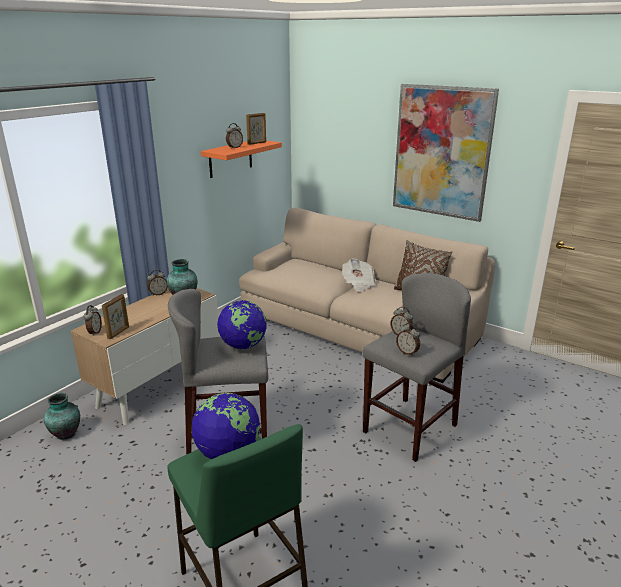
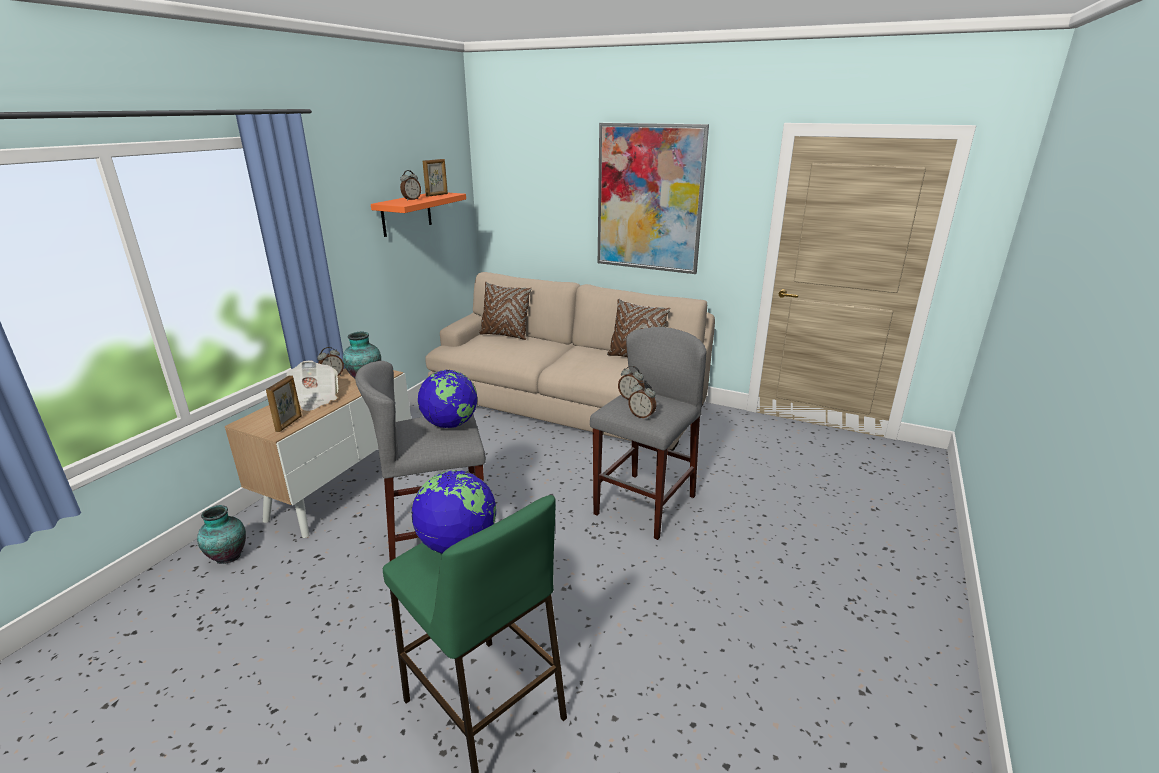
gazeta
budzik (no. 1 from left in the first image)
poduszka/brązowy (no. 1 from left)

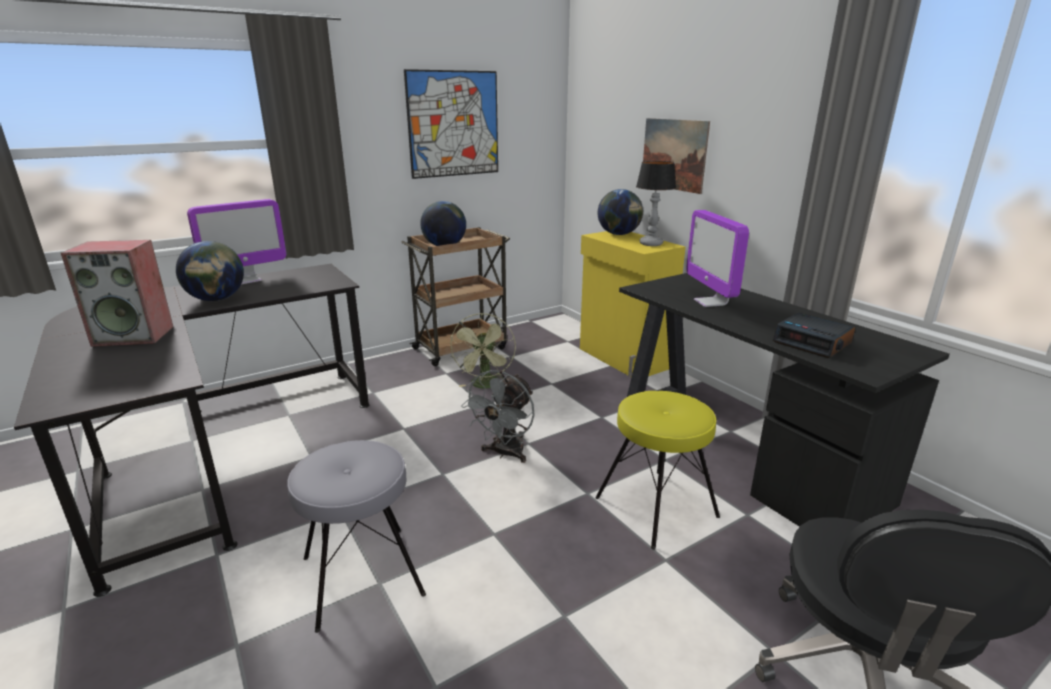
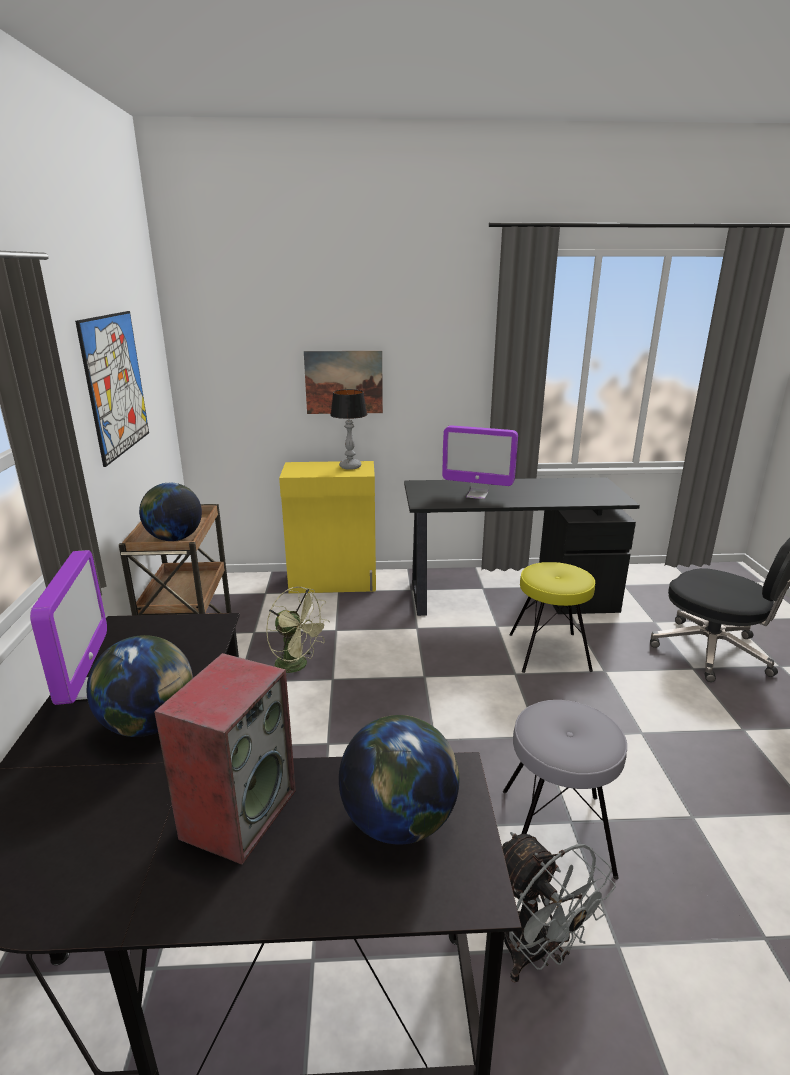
globus (no. 3 from left)
budzik
wentylator/szary

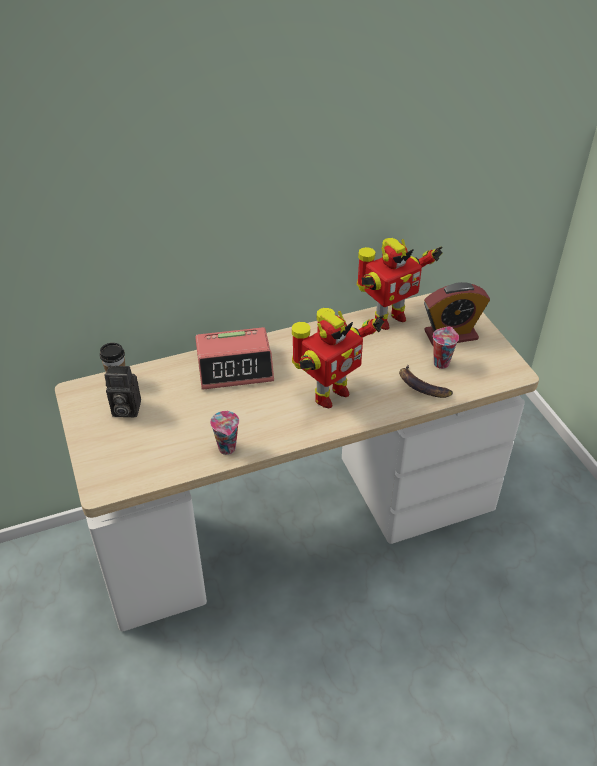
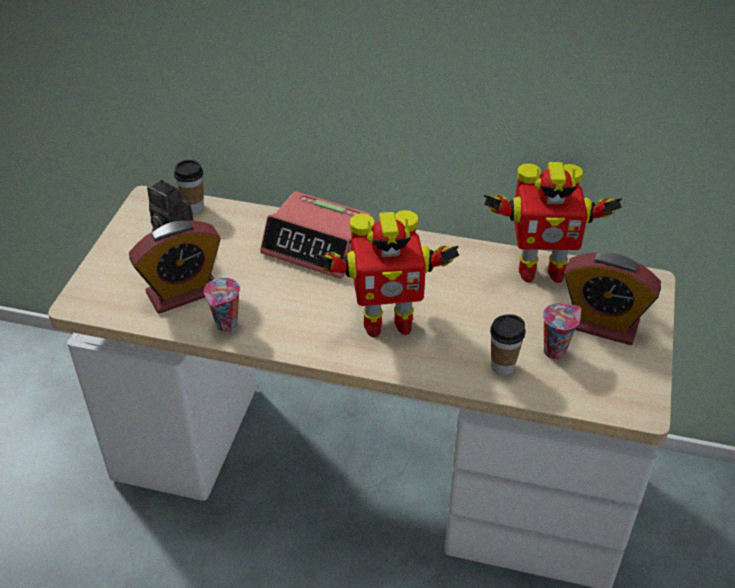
filiżanka (no. 3 from left)
budzik (no. 1 from left)

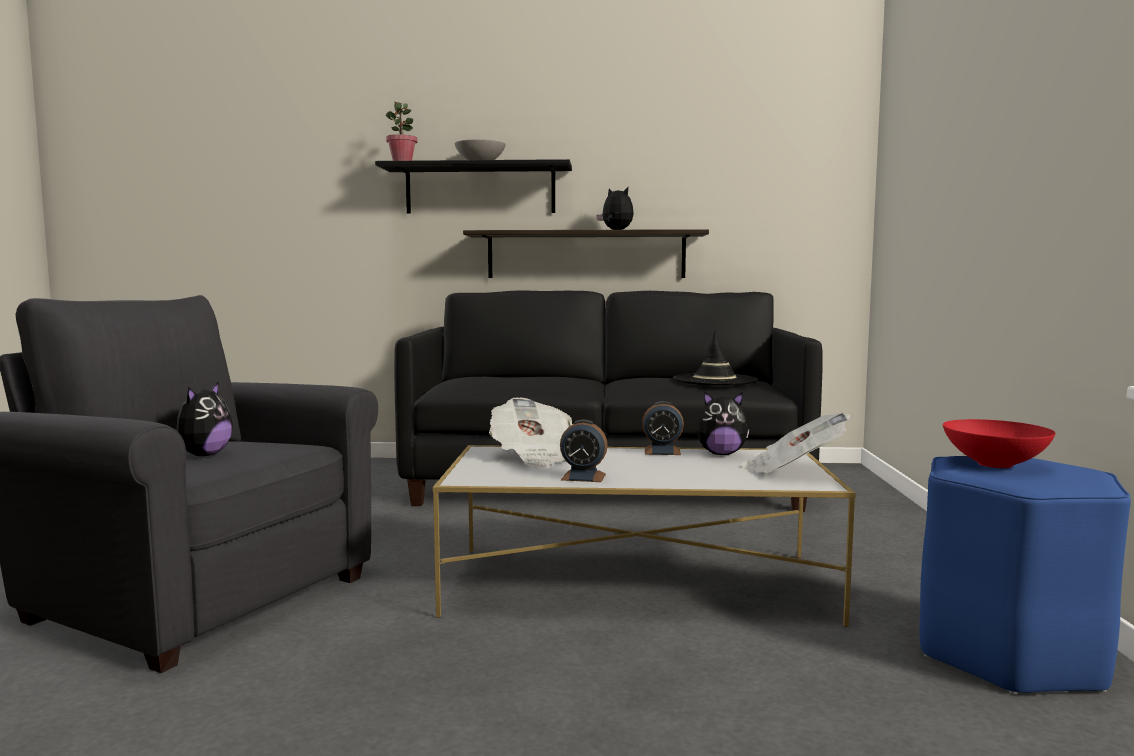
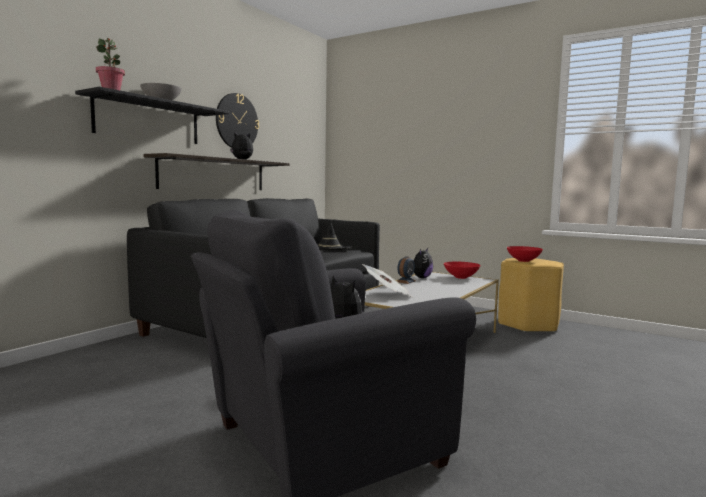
miska/czerwony (no. 1 from left)
budzik (no. 1 from left in the first image)
stołek/żółty
zegar ścienny

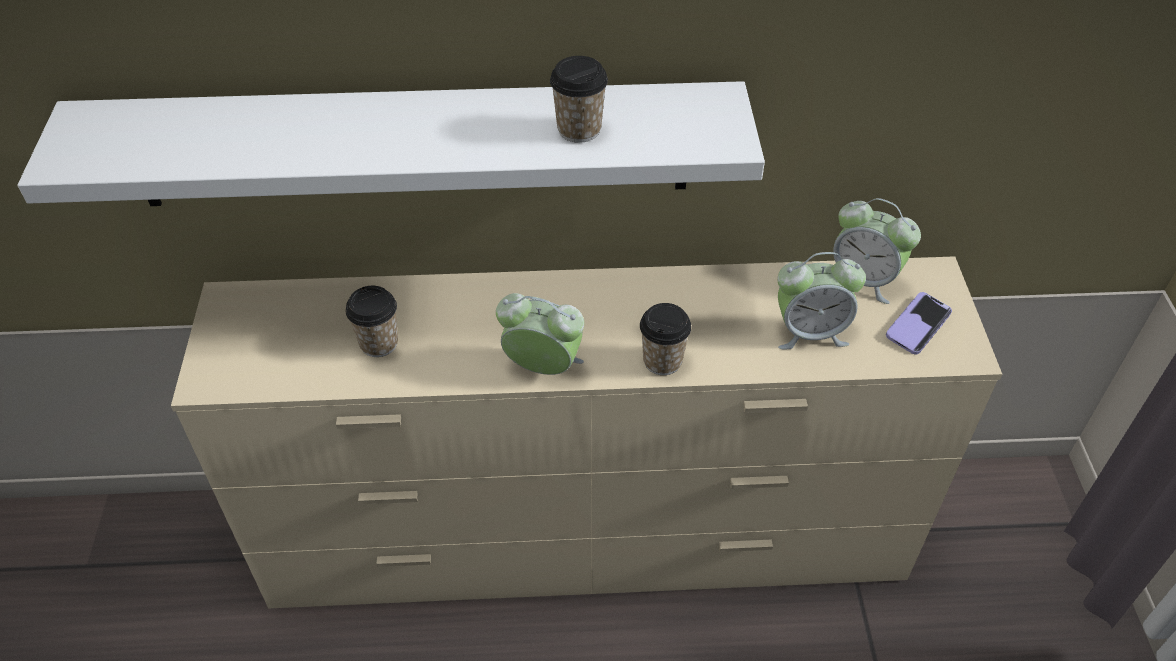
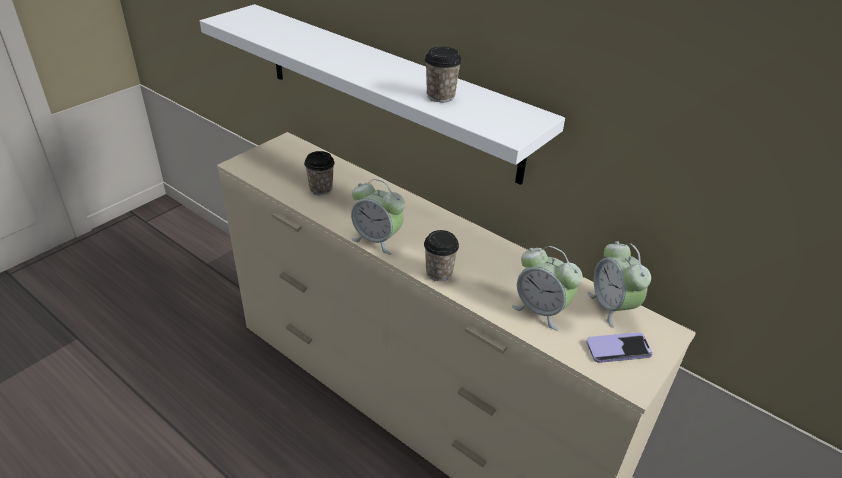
budzik (no. 1 from left)

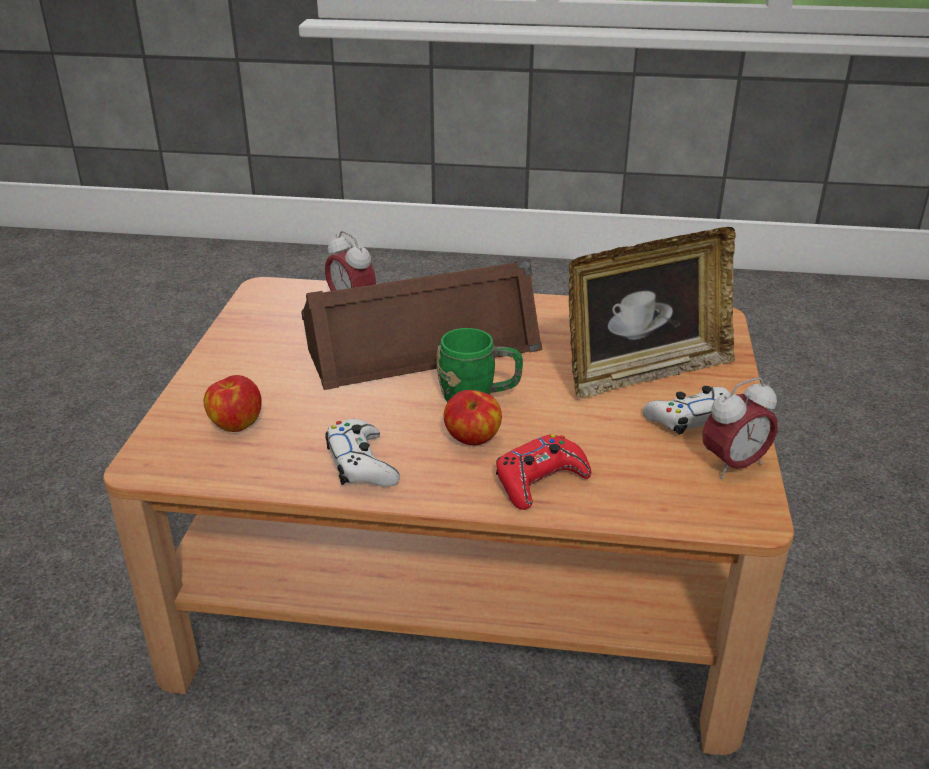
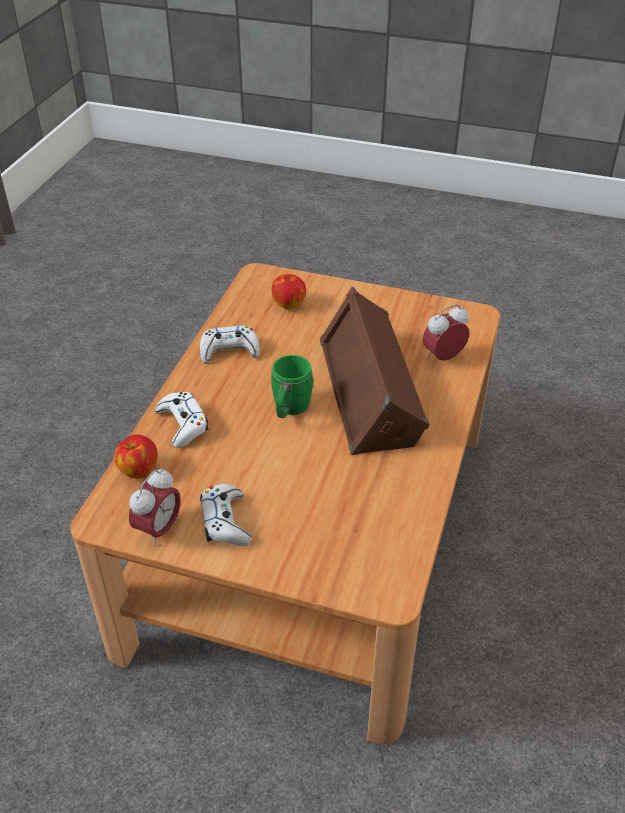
ramka na zdjęcie
budzik (no. 1 from left)
jabłko (no. 1 from left)
pad do gier/biały (no. 1 from left)

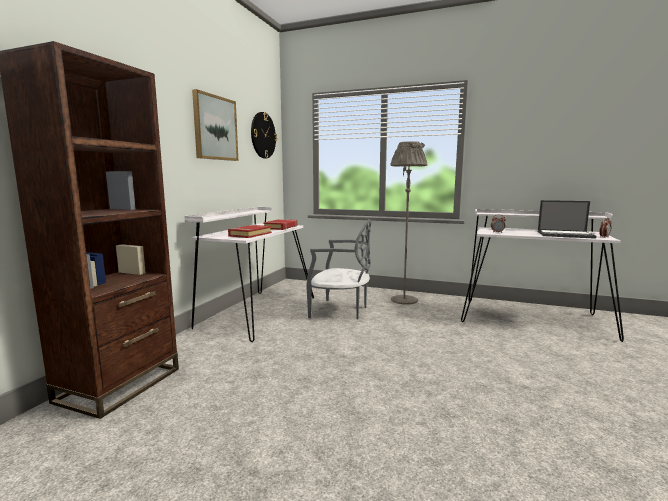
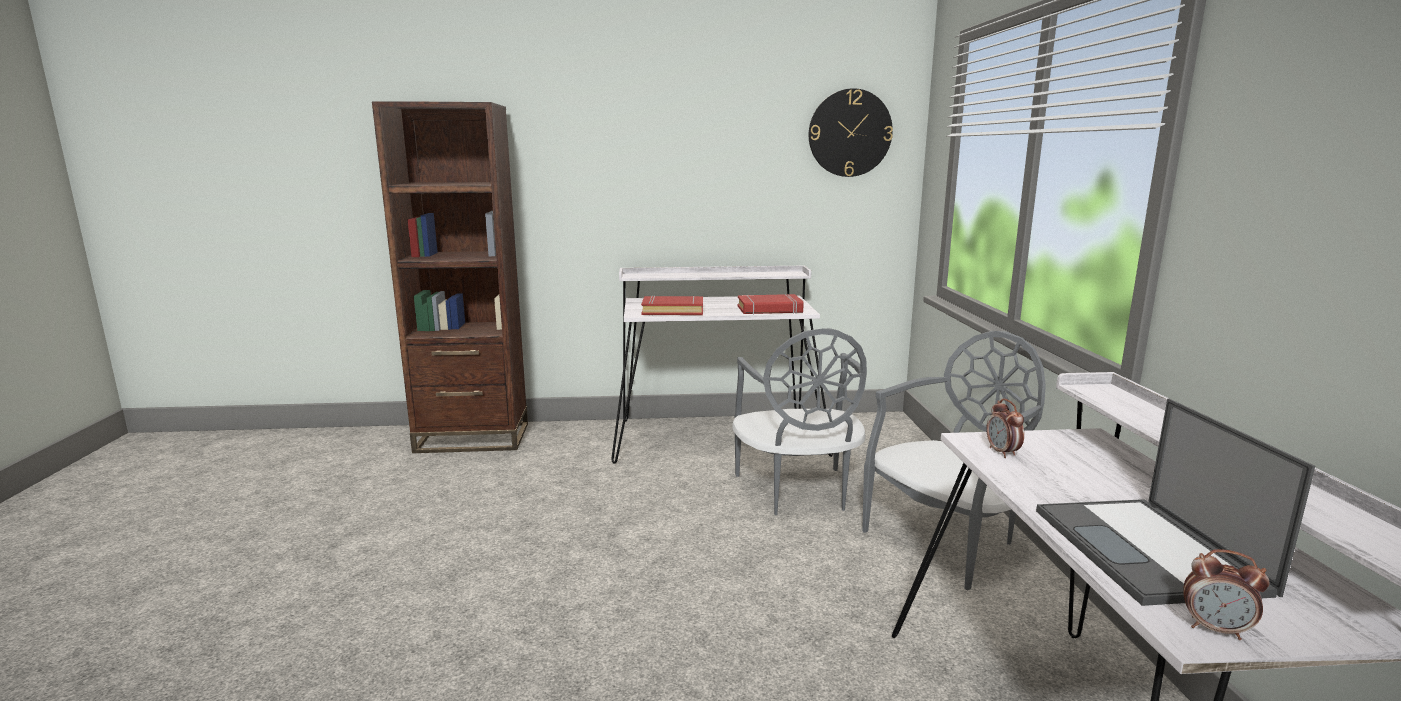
obraz
krzesło/szary (no. 2 from left)

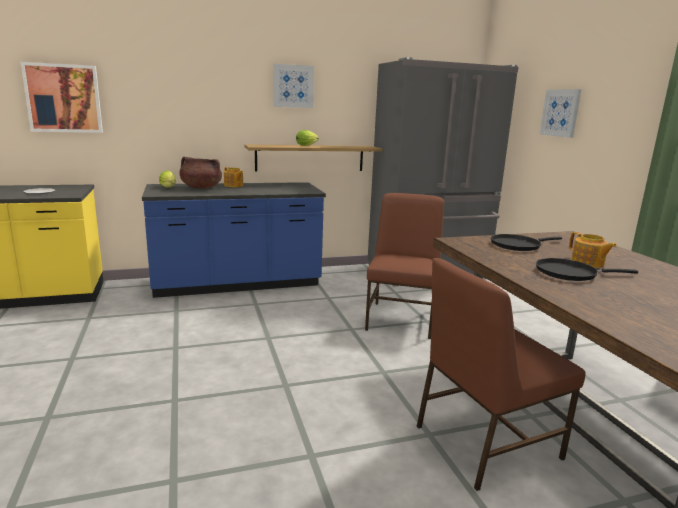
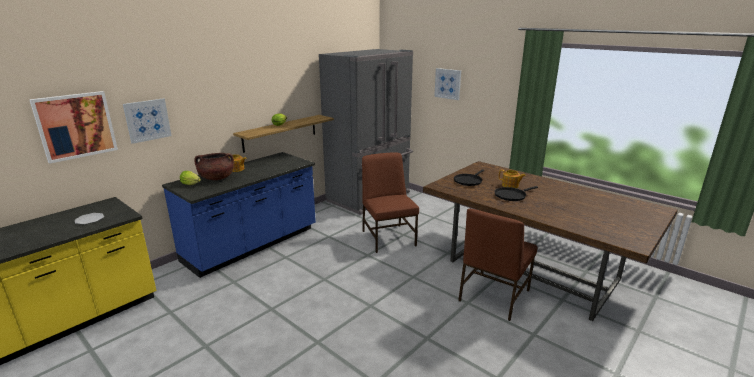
obraz (no. 2 from left)

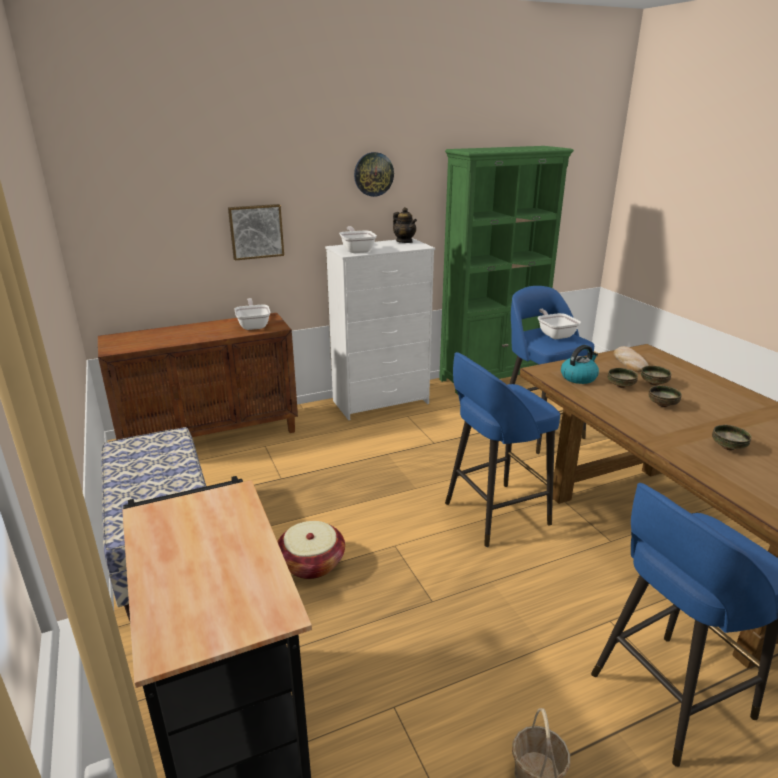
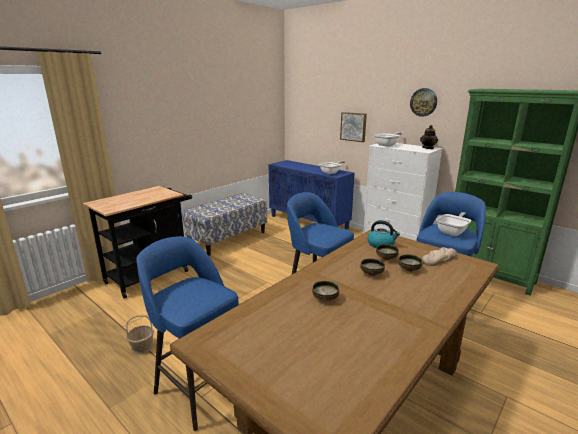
szafka/niebieski
koszyk (no. 1 from left in the first image)

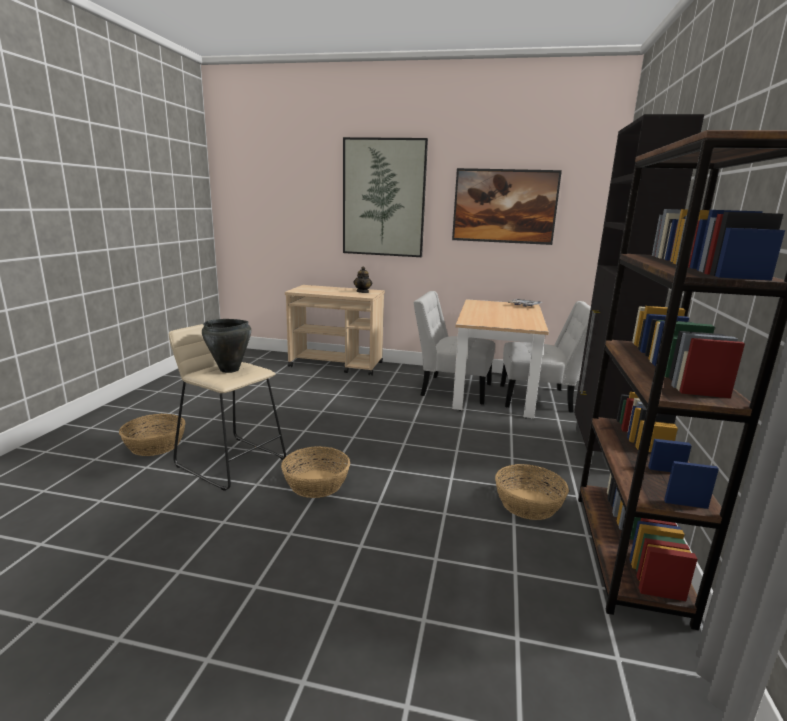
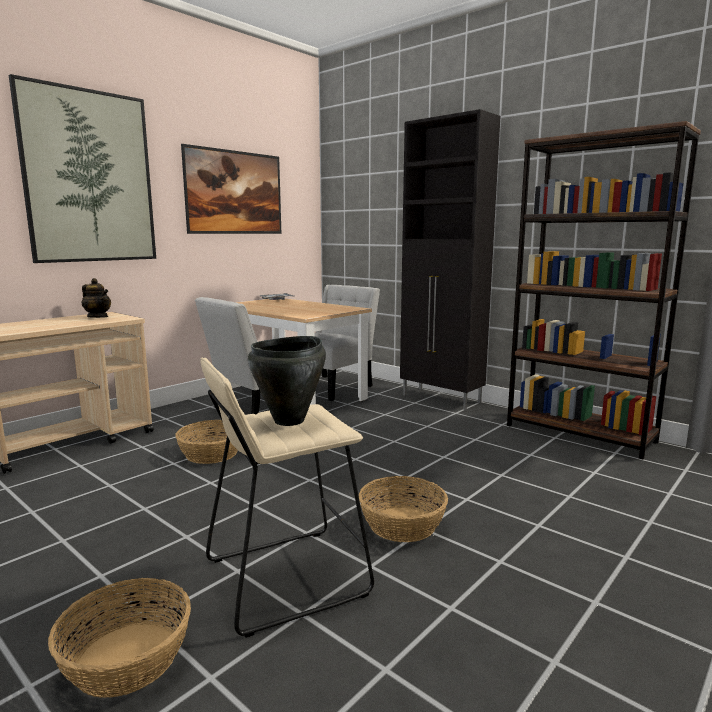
koszyk (no. 2 from left)

